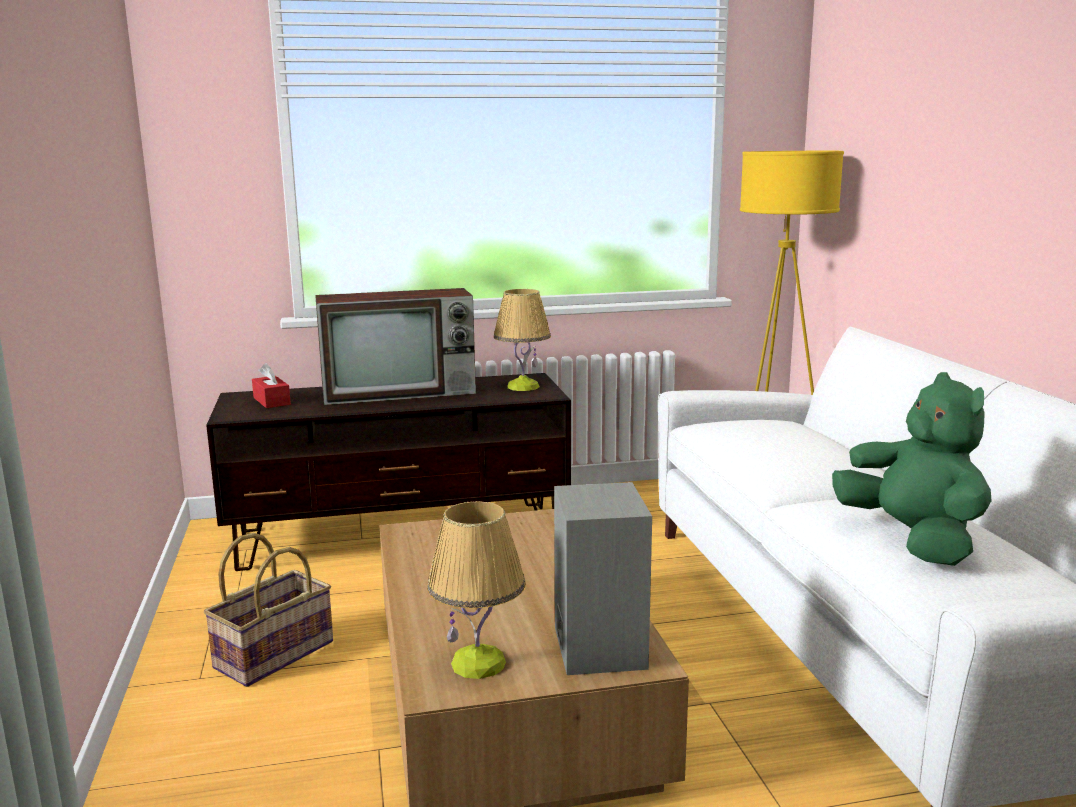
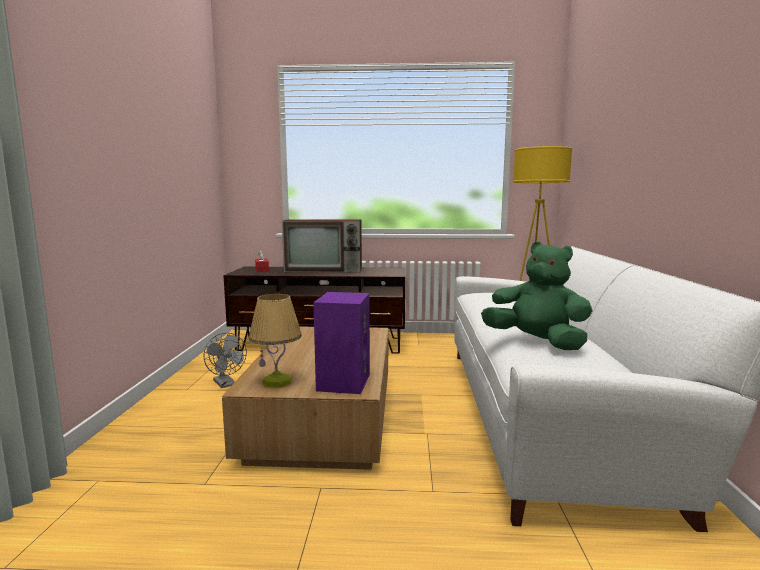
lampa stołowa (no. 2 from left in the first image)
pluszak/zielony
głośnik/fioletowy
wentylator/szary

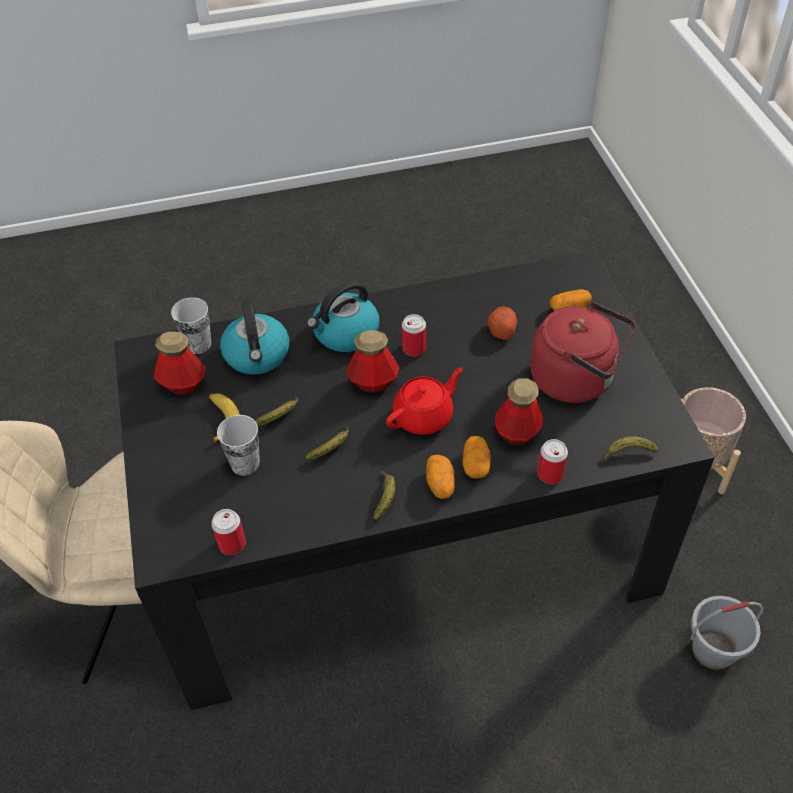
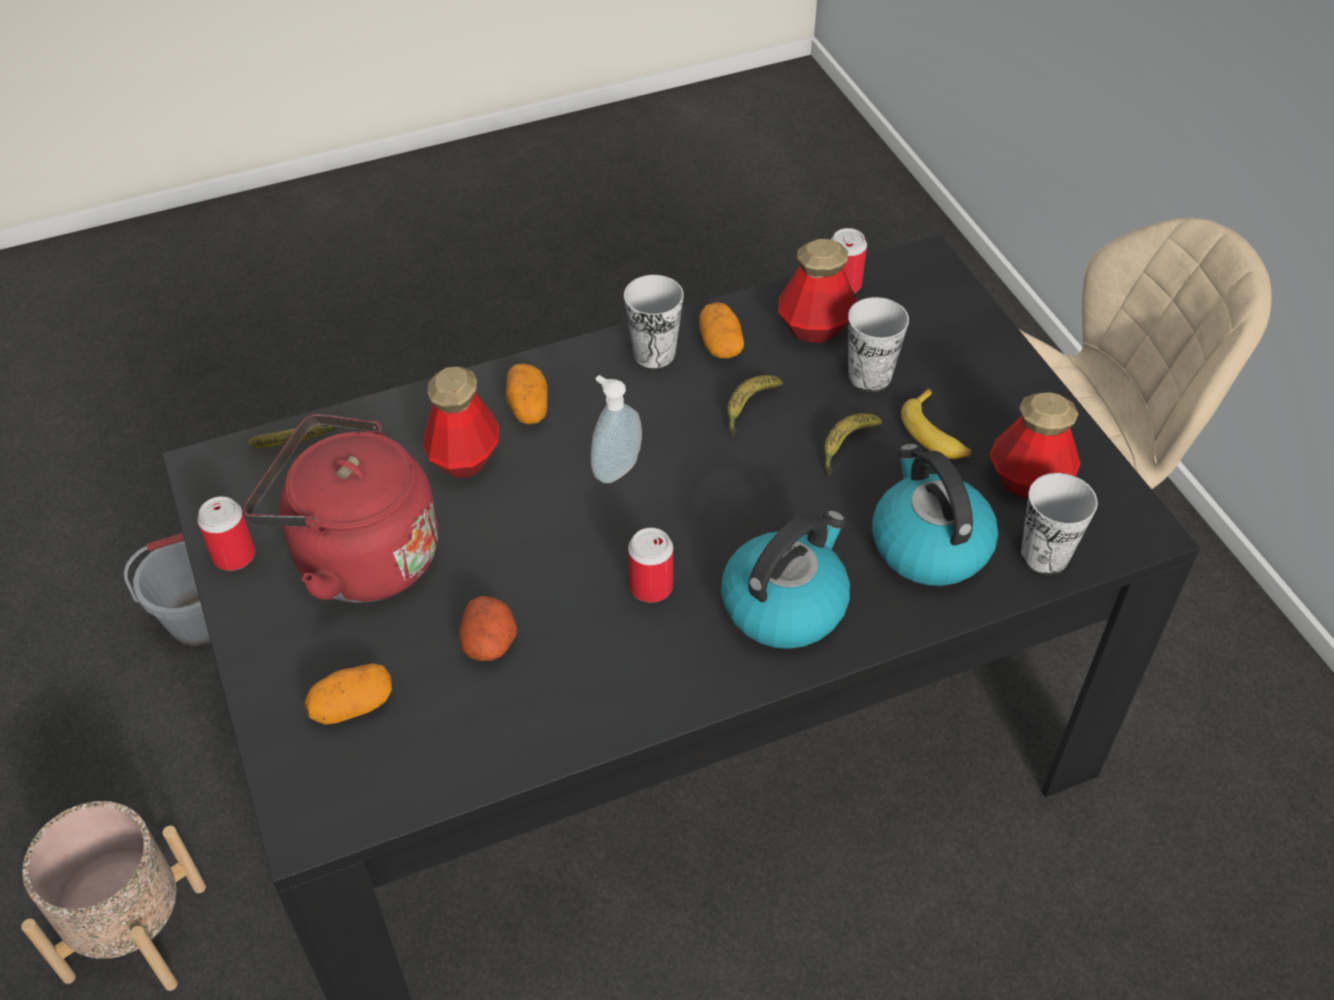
butelka (no. 2 from left)
dozownik mydła
puszka (no. 1 from left)
ziemniak (no. 4 from left)
filiżanka (no. 1 from left)

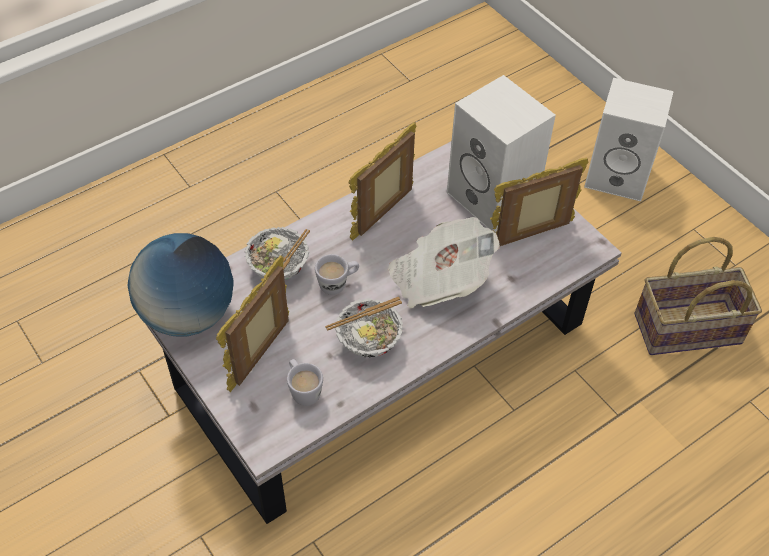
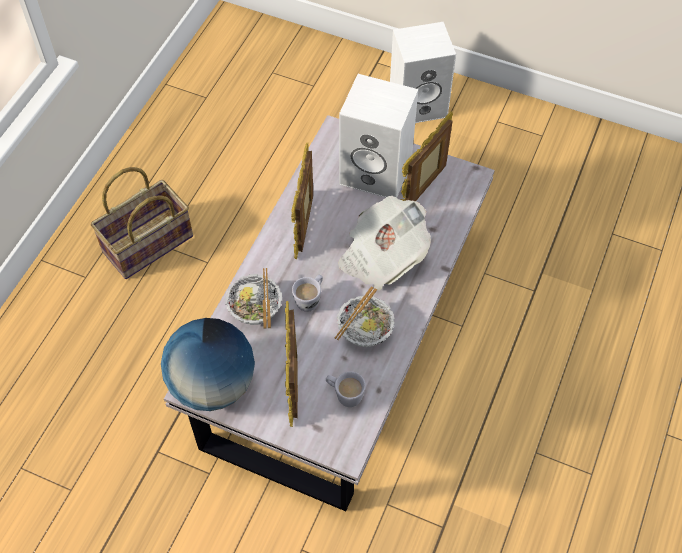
koszyk

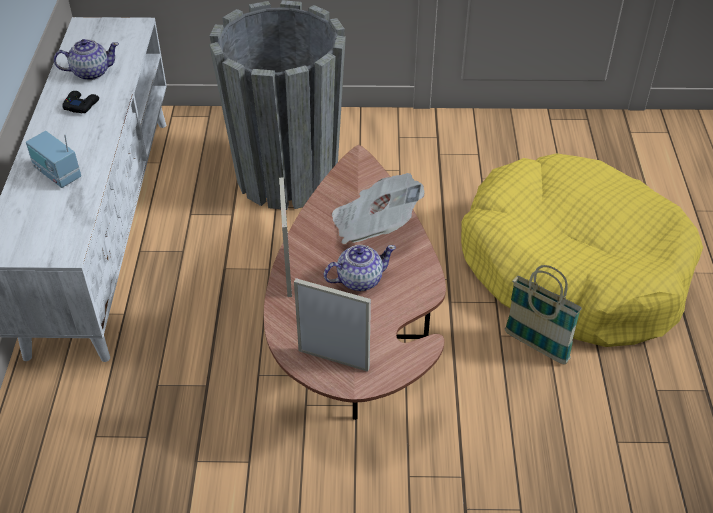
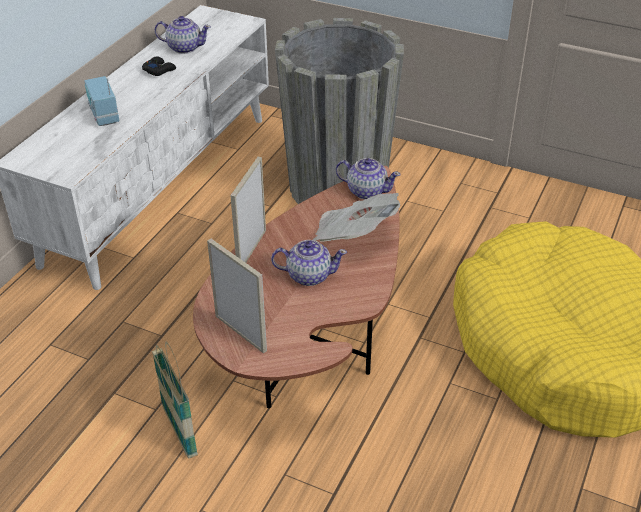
koszyk
imbryk (no. 3 from left)

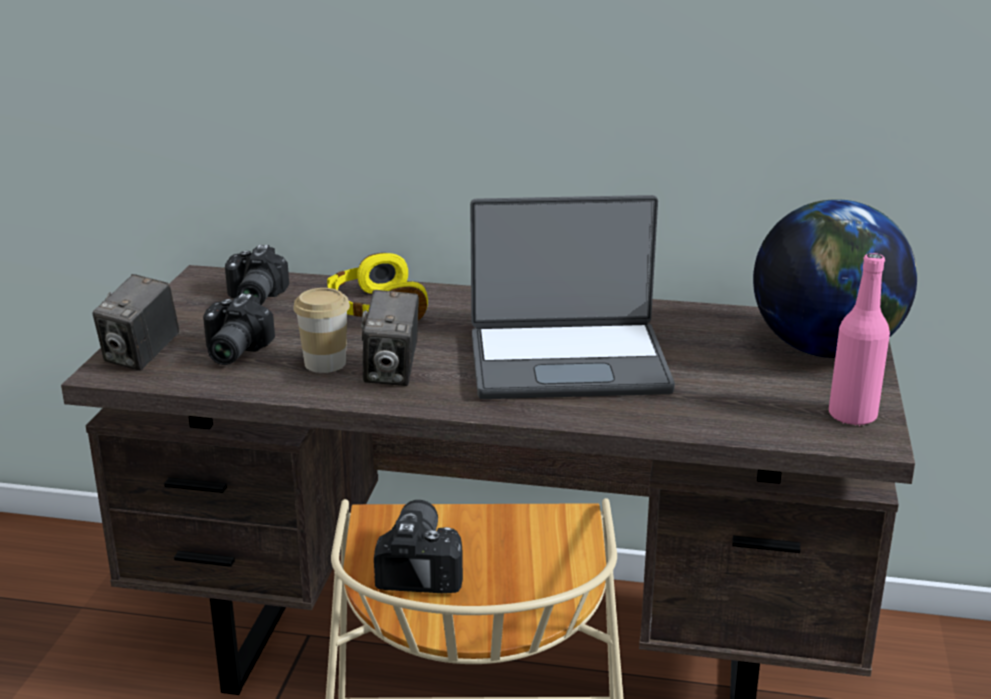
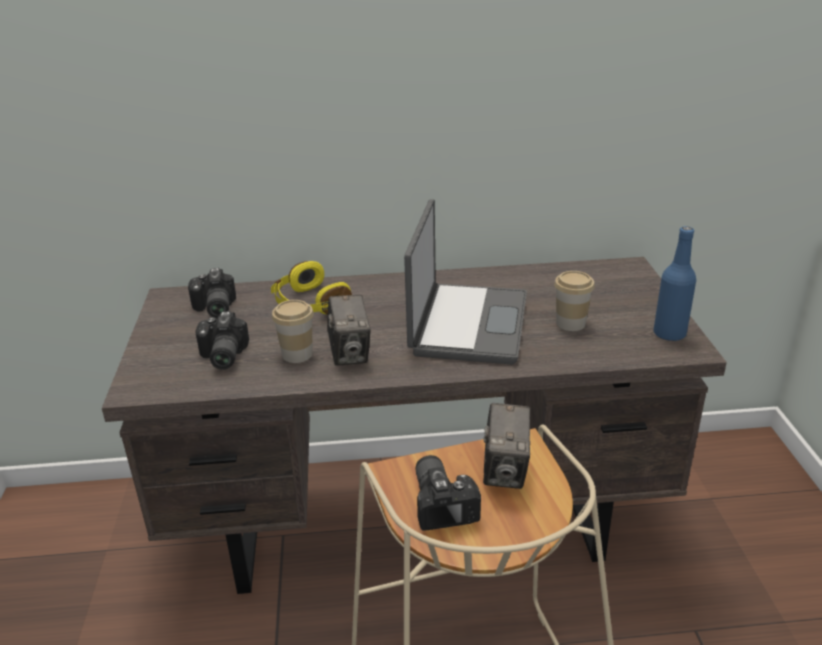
laptop
globus
butelka/niebieski
aparat fotograficzny (no. 5 from left)
filiżanka (no. 2 from left)

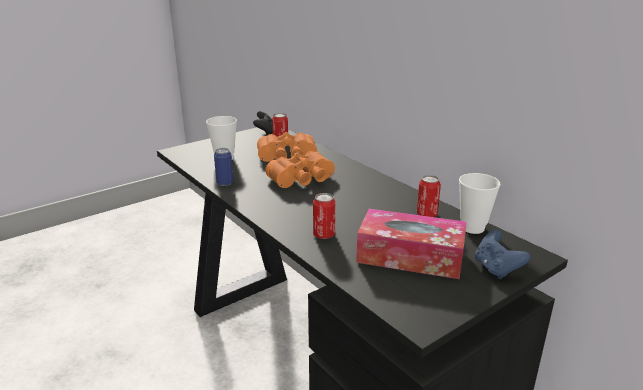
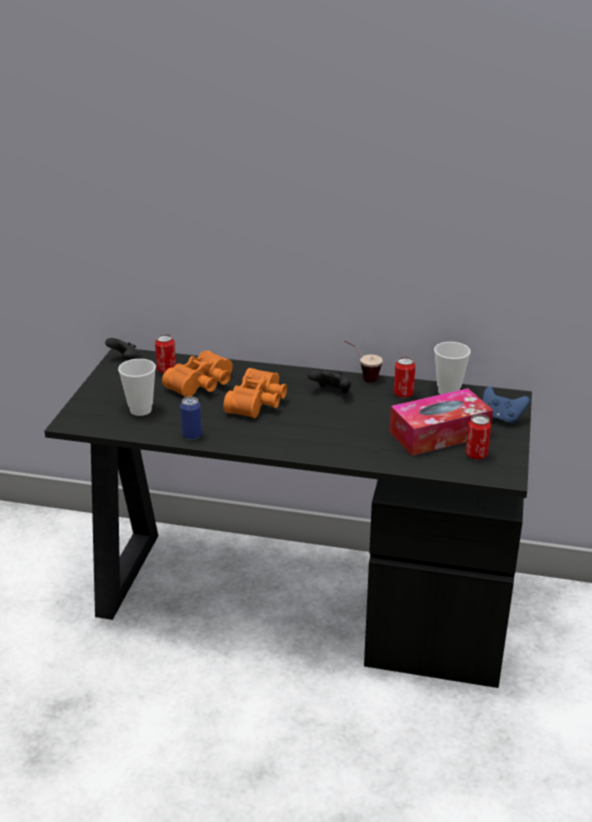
puszka (no. 4 from left)
filiżanka (no. 2 from left)
pad do gier/czarny (no. 2 from left)

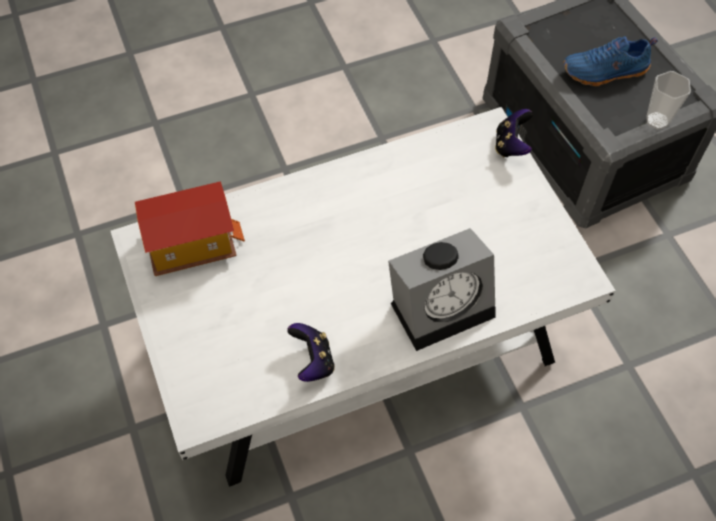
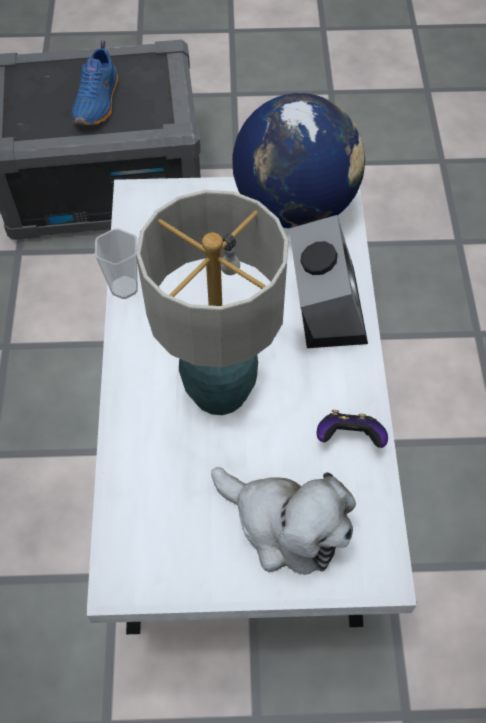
filiżanka
pad do gier (no. 2 from left in the first image)
domek
globus
lampa stołowa
pluszak

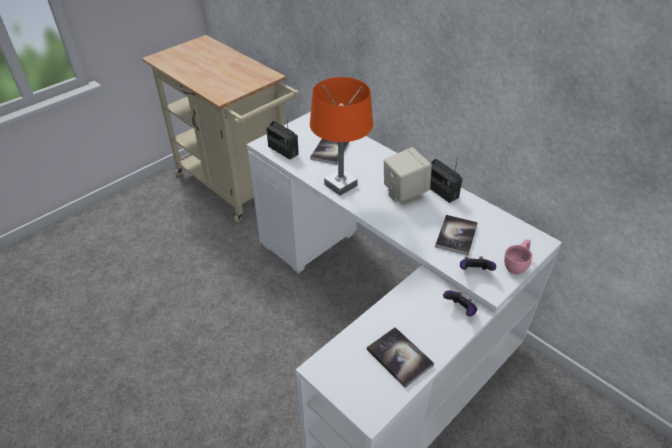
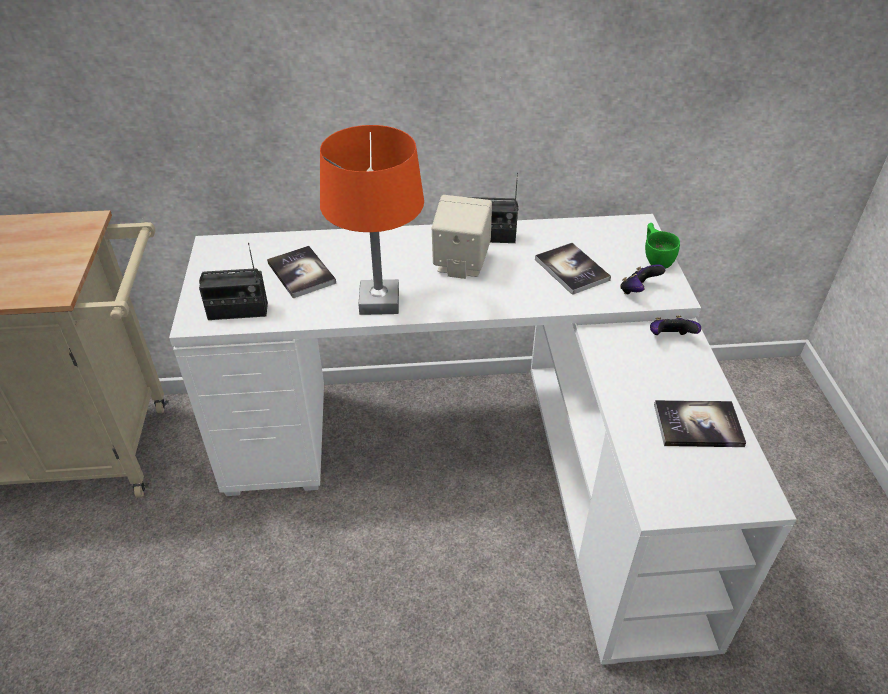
filiżanka/zielony

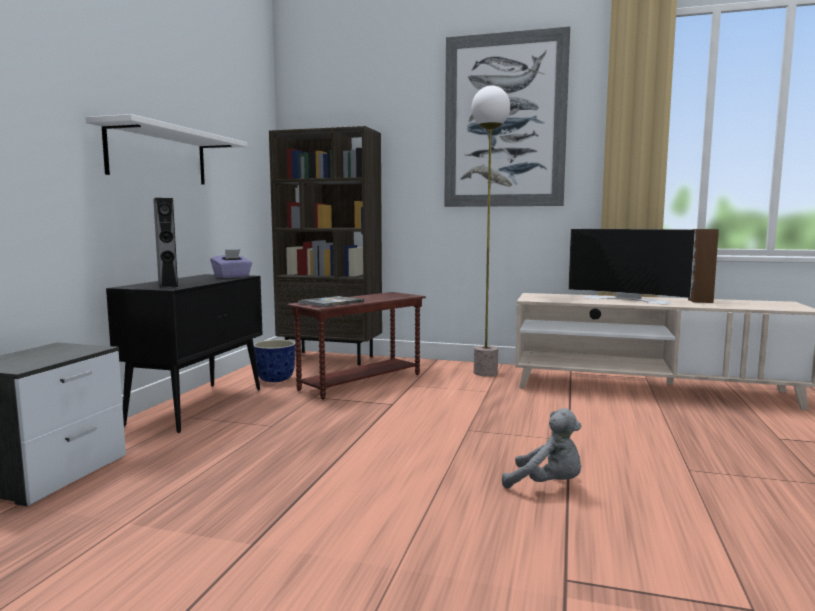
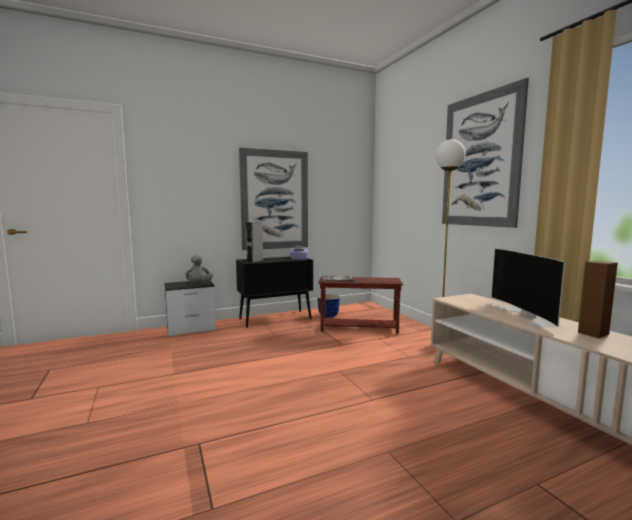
obraz (no. 1 from left)
regał/brązowy
pluszak/szary

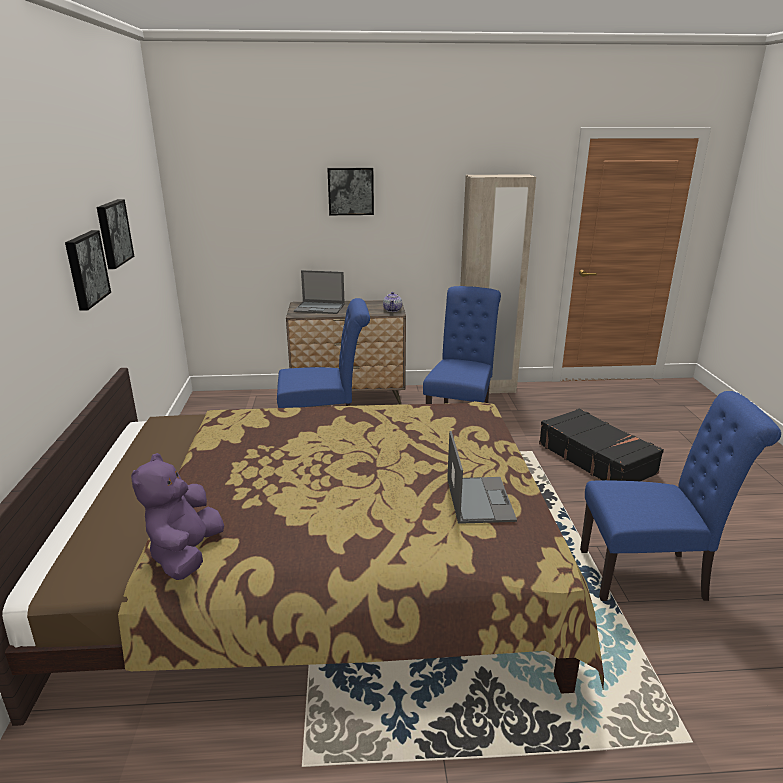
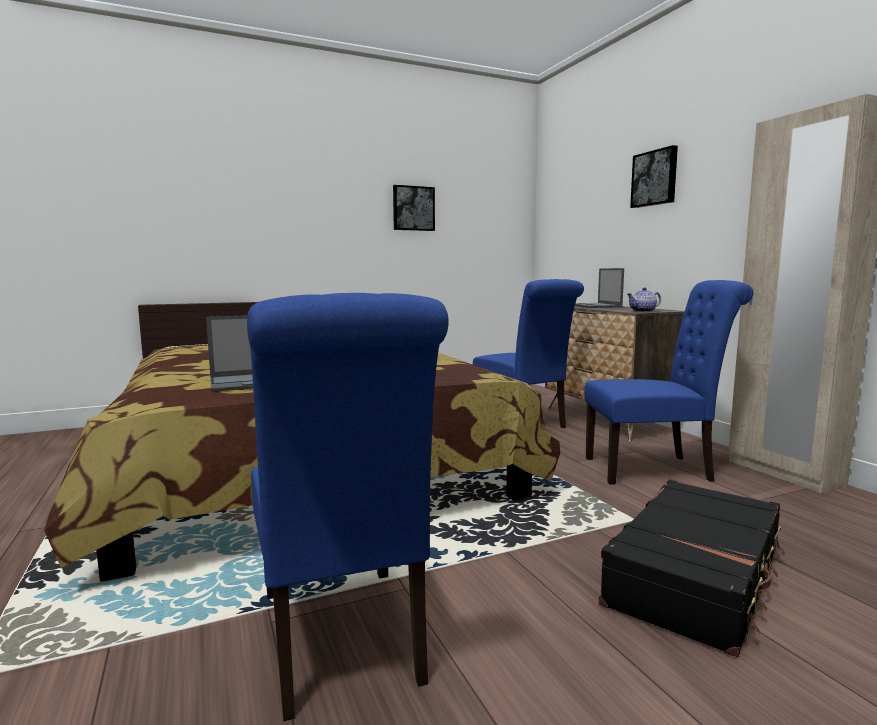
obraz (no. 1 from left in the first image)
pluszak/fioletowy

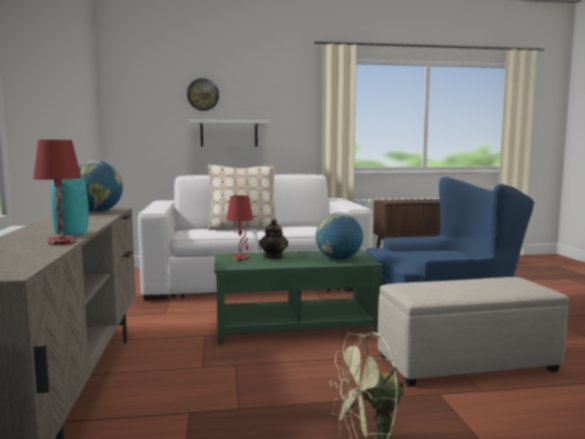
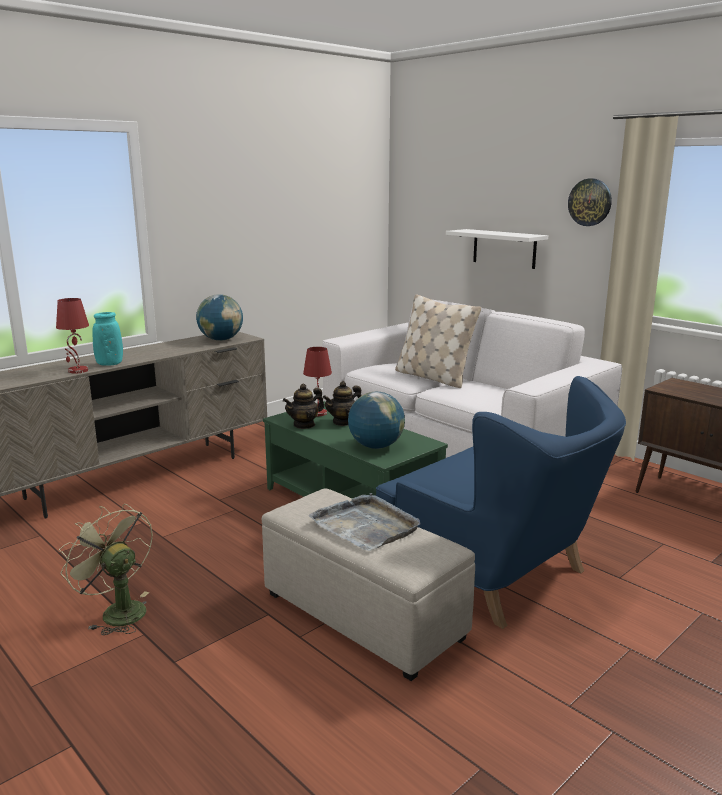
zegar ścienny
imbryk (no. 1 from left)
taca/szary

